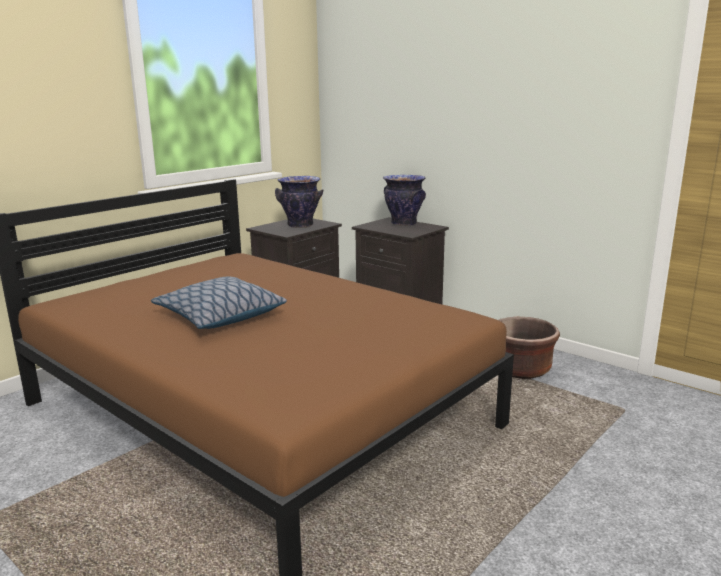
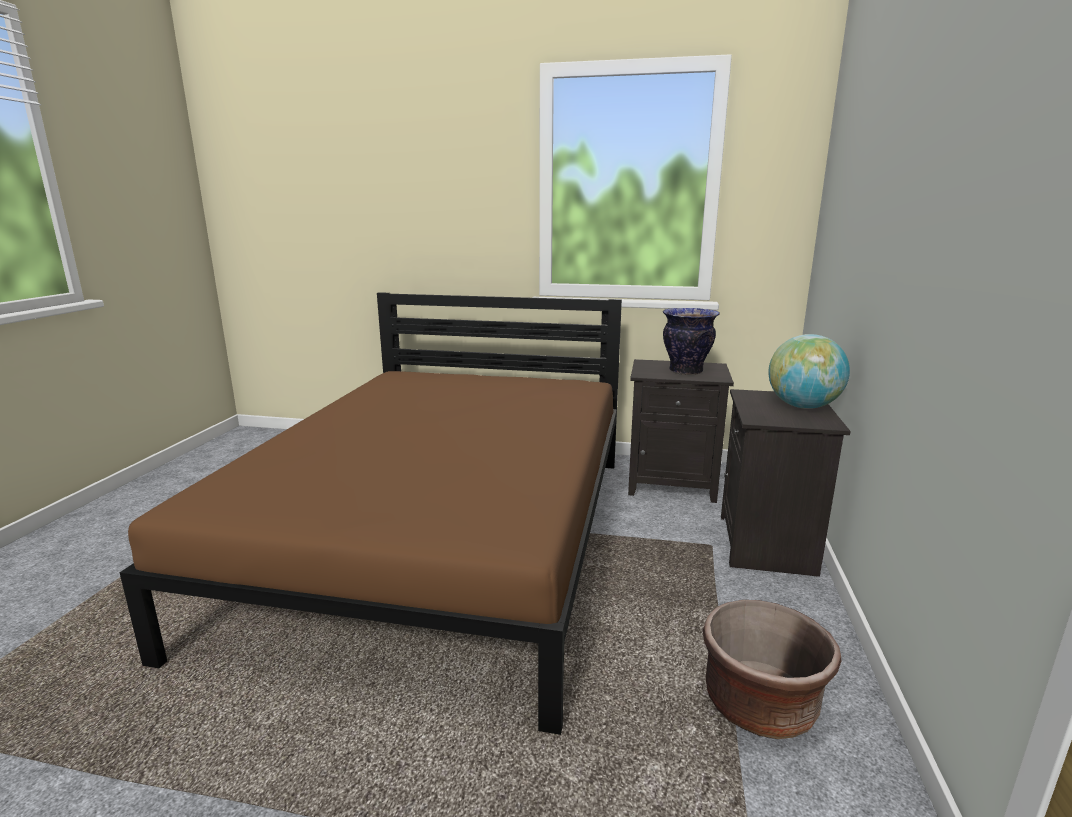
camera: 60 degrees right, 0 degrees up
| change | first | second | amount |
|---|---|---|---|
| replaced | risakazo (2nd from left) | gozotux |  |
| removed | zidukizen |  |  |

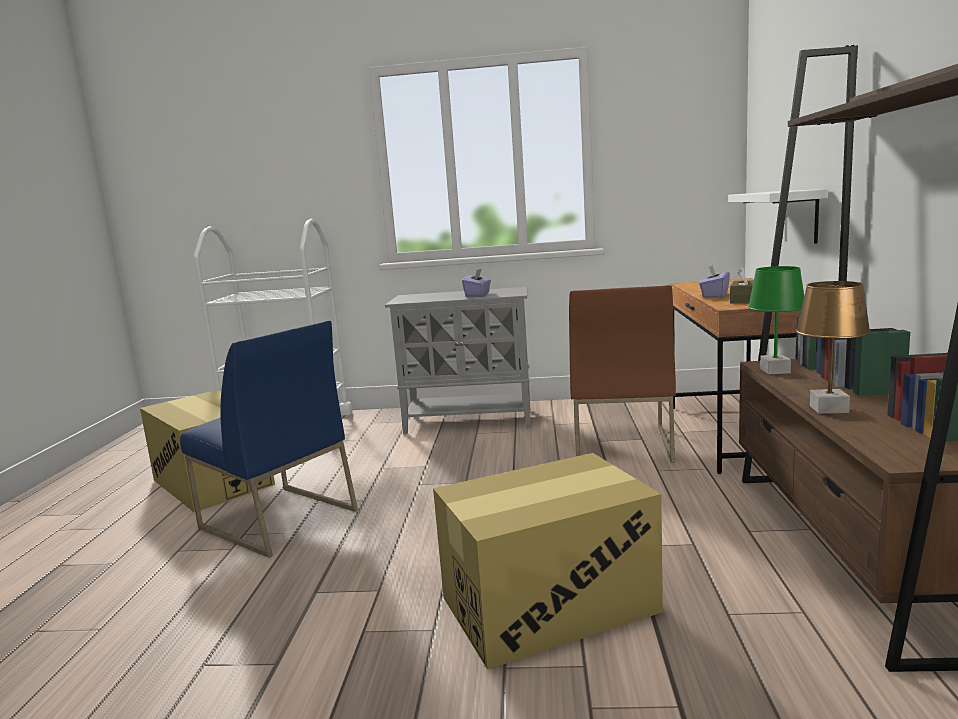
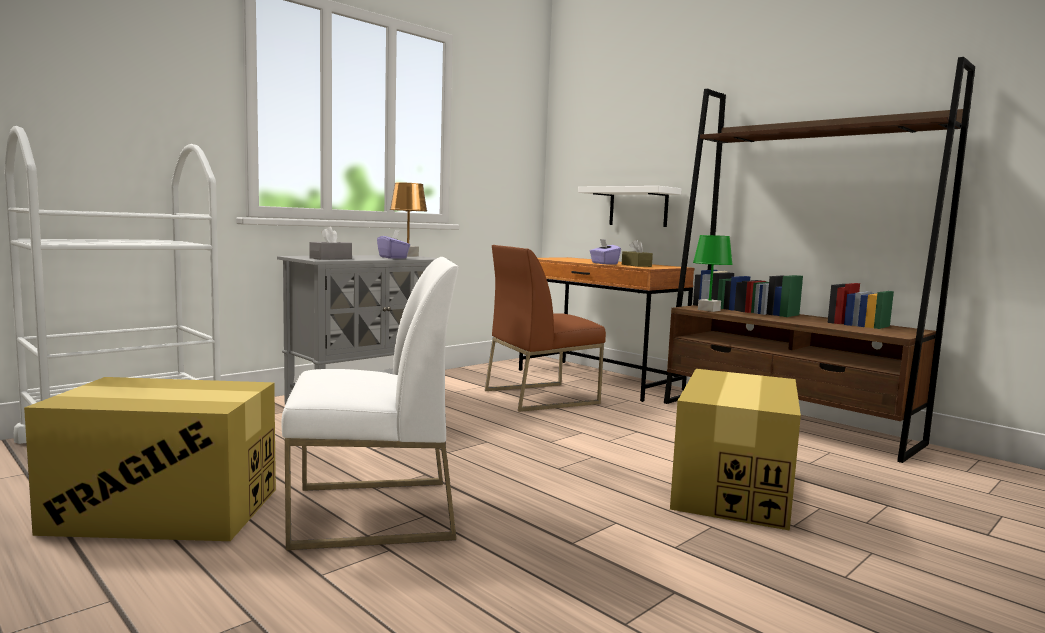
camera: 50 degrees left, 5 degrees down
| change | first | second | amount |
|---|---|---|---|
| moved | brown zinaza |  |  |
| turned | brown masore |  | 105 degrees clockwise |
| recoloured | blue masore | white masore |  |
| added |  | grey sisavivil |  |

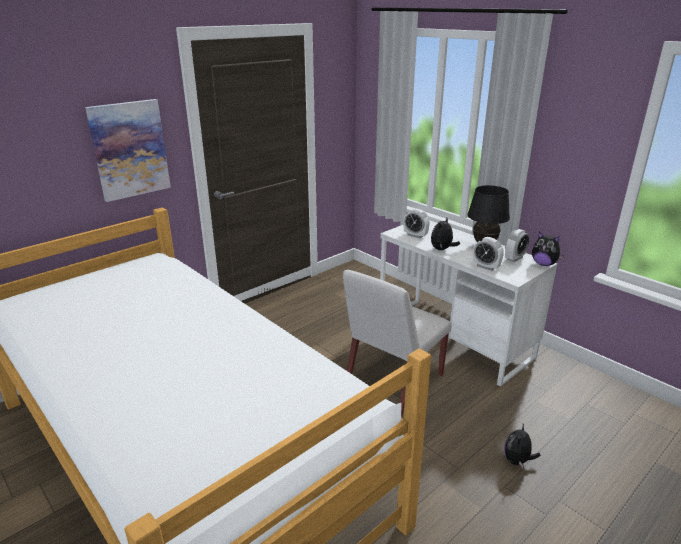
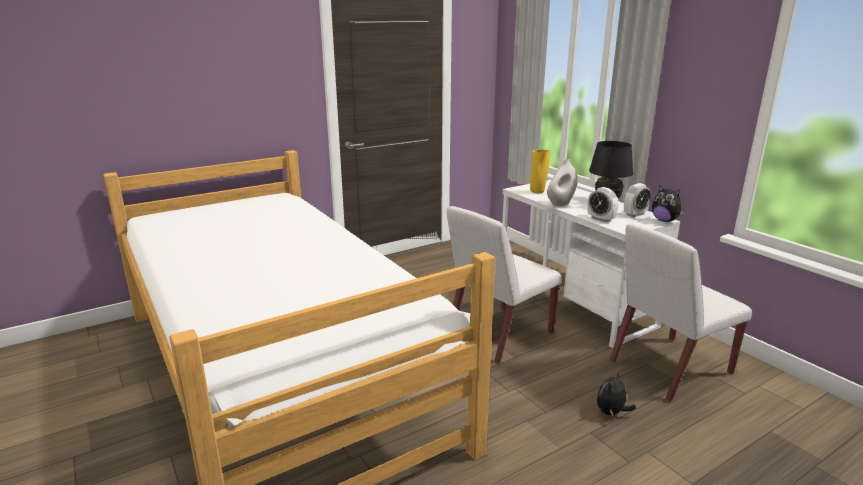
camera: 10 degrees right, 5 degrees down
| change | first | second | amount |
|---|---|---|---|
| removed | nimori |  |  |
| replaced | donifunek (1st from left) | yellow risakazo |  |
| replaced | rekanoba (1st from left) | white risakazo |  |
| added |  | white masore (2nd from left) |  |

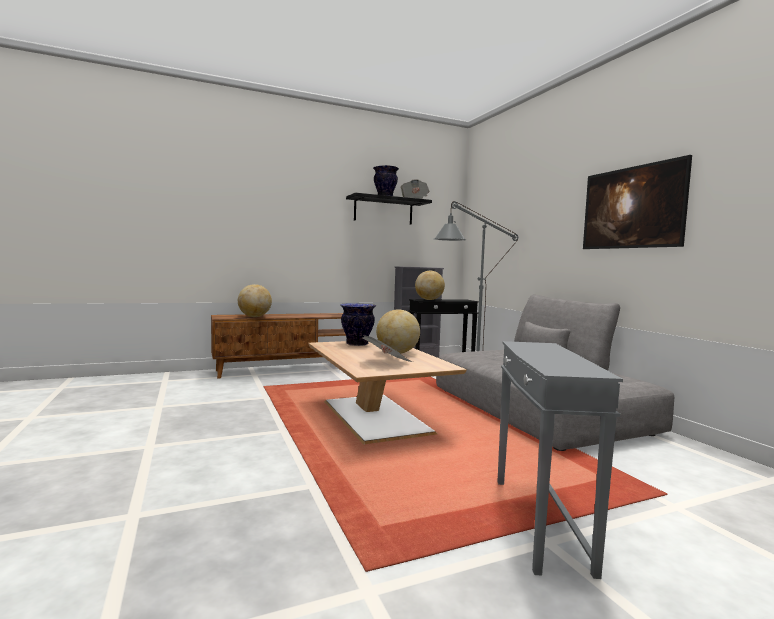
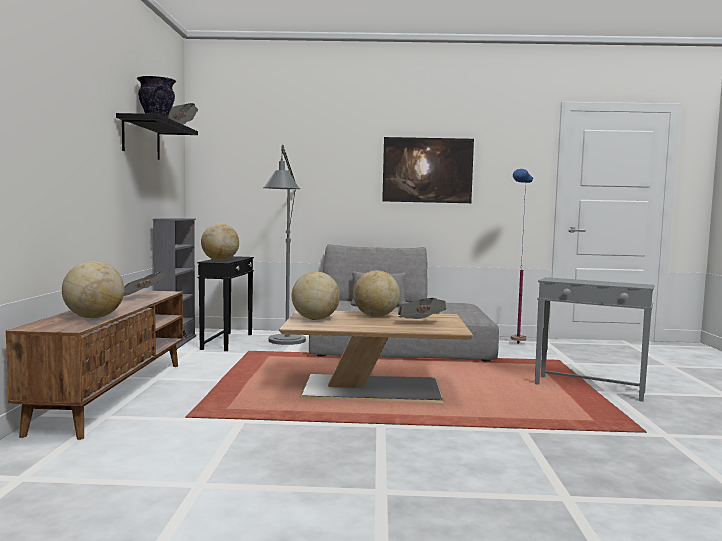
camera: 65 degrees left, 0 degrees up
| change | first | second | amount |
|---|---|---|---|
| replaced | risakazo (1st from left) | gozotux (3rd from left) |  |
| added |  | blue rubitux |  |
| added |  | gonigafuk (1st from left) |  |

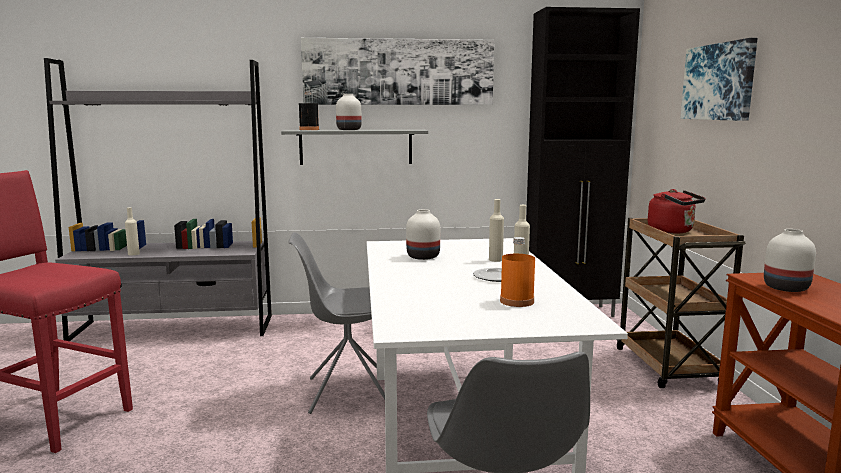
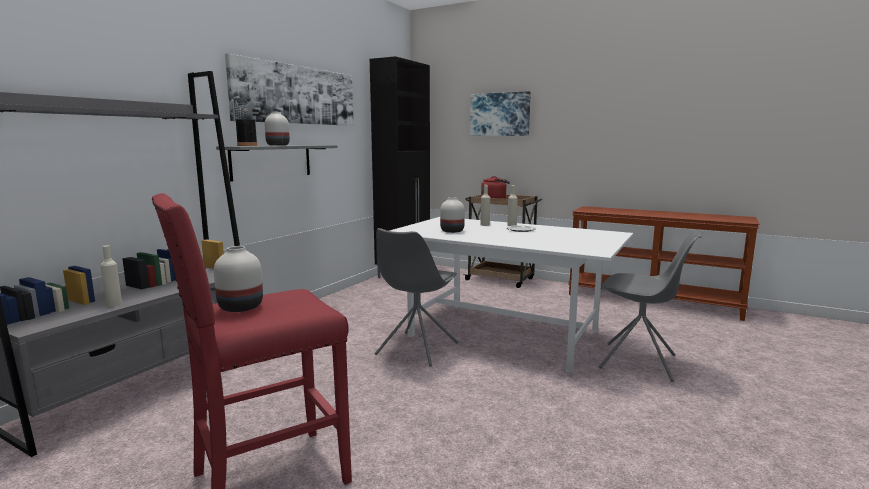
camera: 55 degrees left, 0 degrees up
| change | first | second | amount |
|---|---|---|---|
| moved | white risakazo (3rd from left in the first image) | white risakazo (1st from left) |  |
| removed | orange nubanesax |  |  |

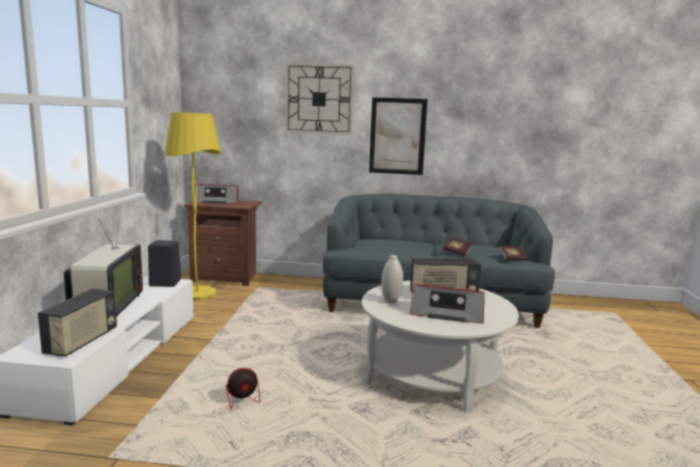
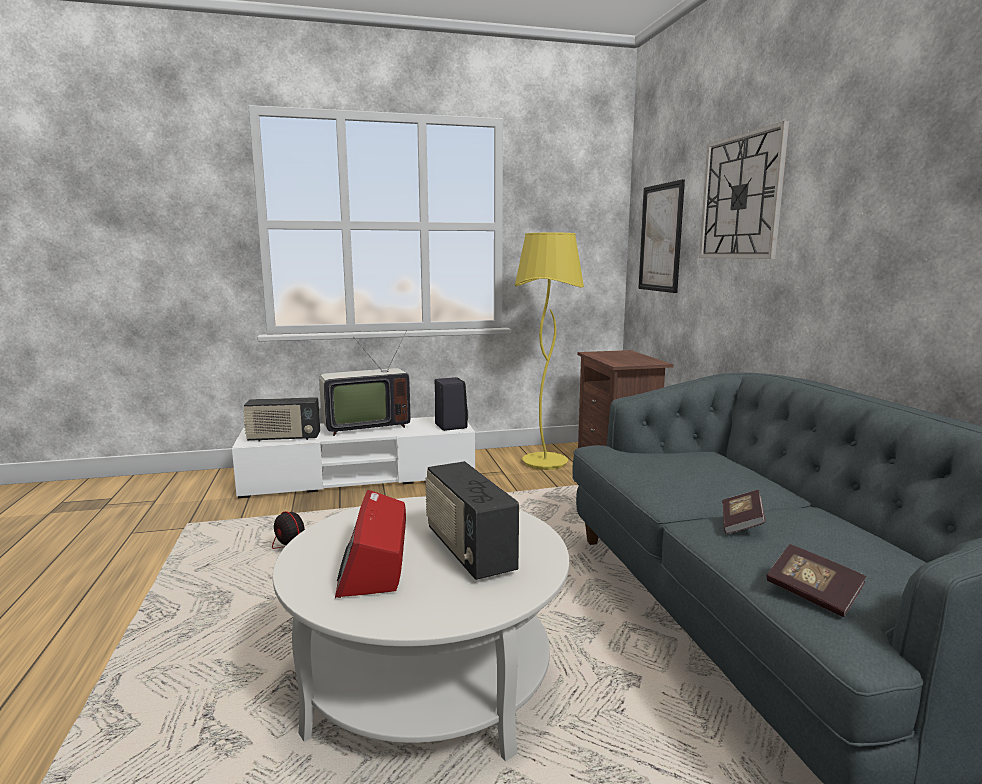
camera: 70 degrees right, 0 degrees up
| change | first | second | amount |
|---|---|---|---|
| moved | nimori |  |  |
| removed | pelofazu (2nd from left) |  |  |
| removed | white risakazo |  |  |

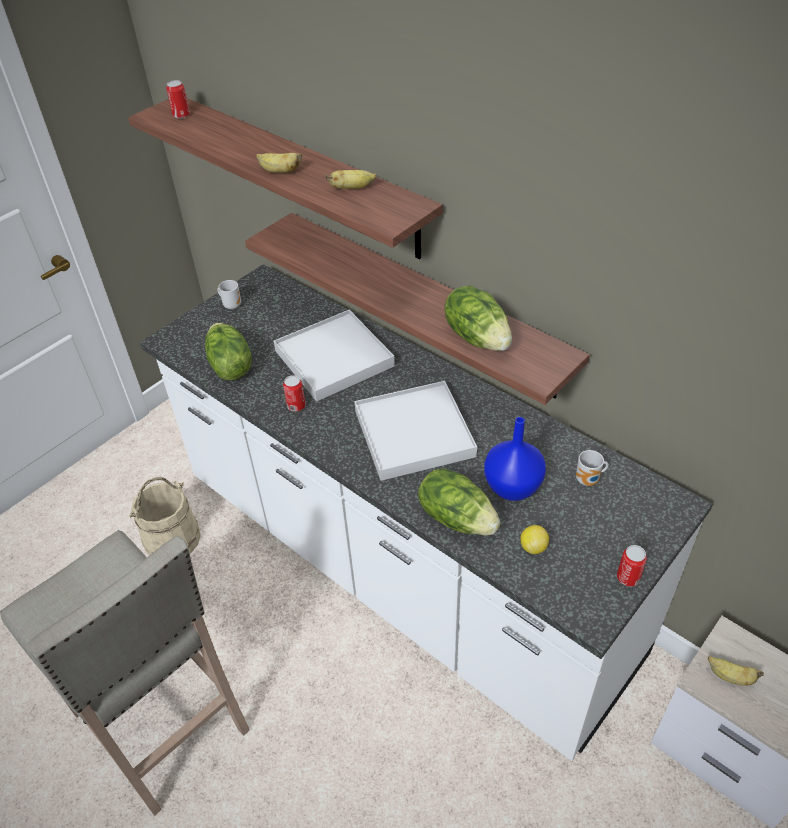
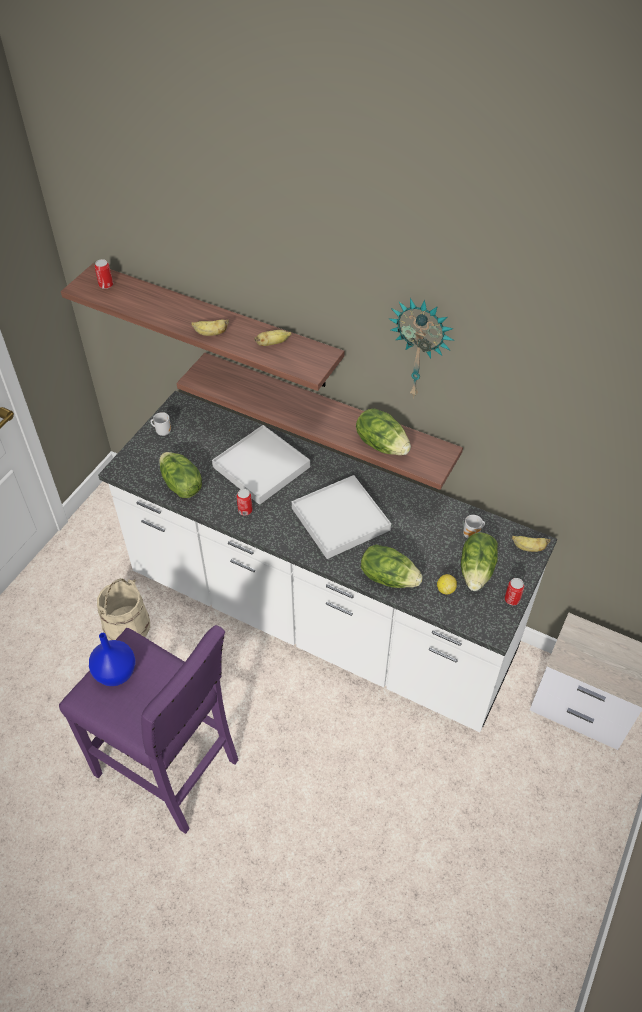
camera: 15 degrees left, 5 degrees up
| change | first | second | amount |
|---|---|---|---|
| moved | blue risakazo |  |  |
| recoloured | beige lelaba | purple lelaba |  |
| moved | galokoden (3rd from left) |  |  |
| added |  | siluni |  |
| added |  | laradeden (4th from left) |  |

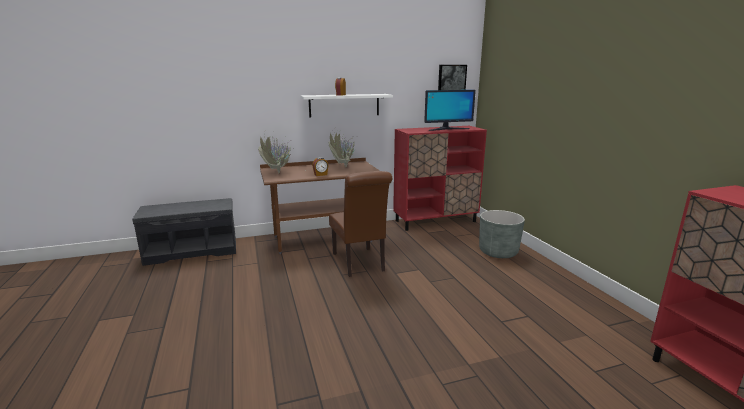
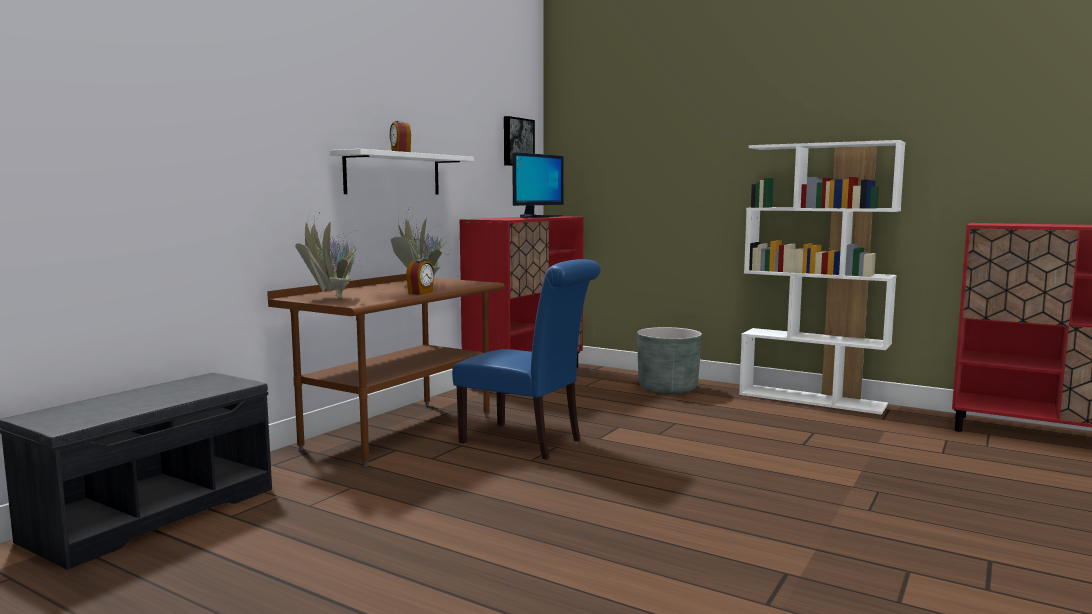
camera: 40 degrees left, 10 degrees down
| change | first | second | amount |
|---|---|---|---|
| recoloured | brown masore | blue masore |  |
| added |  | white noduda |  |

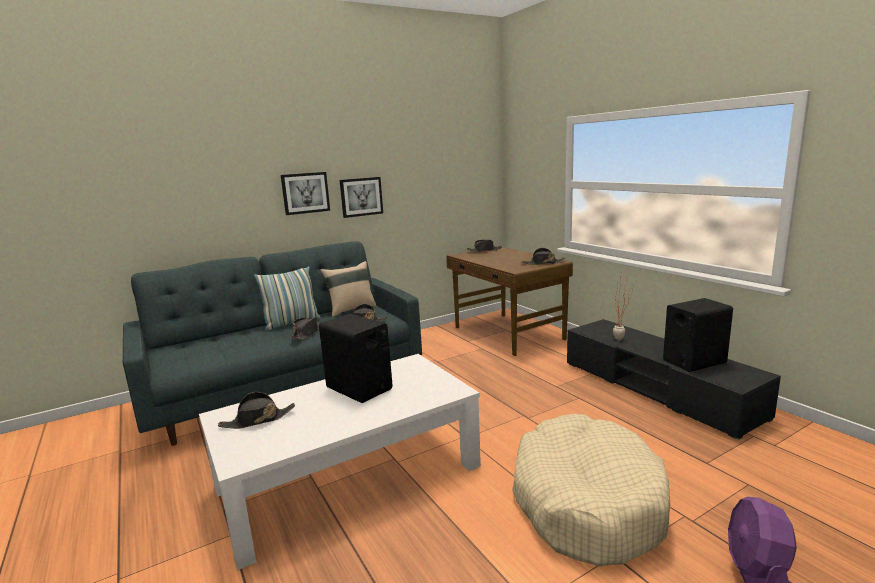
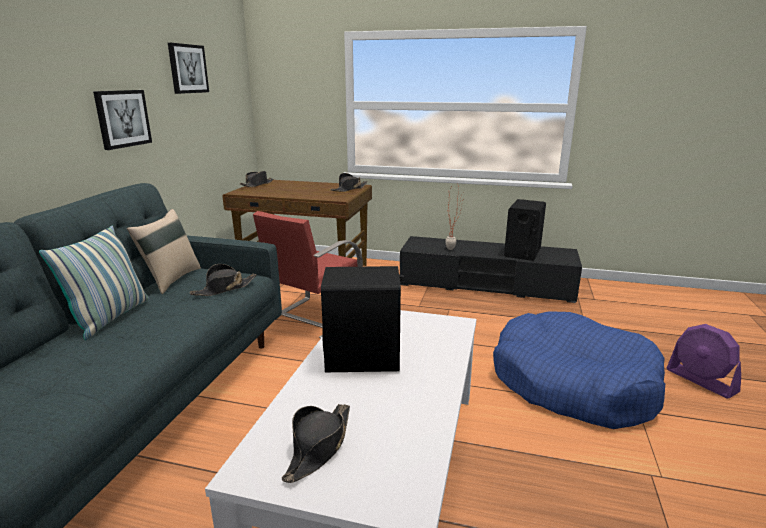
camera: 45 degrees left, 5 degrees up
| change | first | second | amount |
|---|---|---|---|
| moved | nimori (1st from left in the first image) | nimori (2nd from left) |  |
| removed | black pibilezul (2nd from left) |  |  |
| recoloured | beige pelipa | blue pelipa |  |
| added |  | red masore |  |

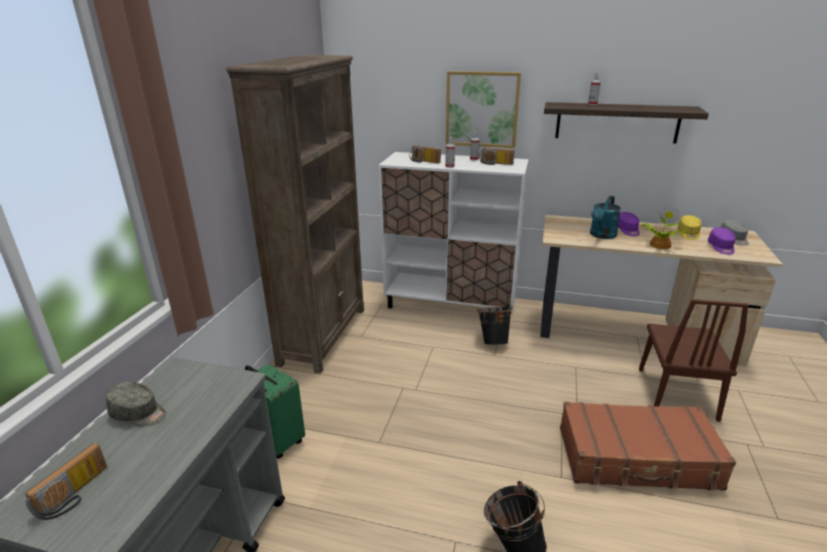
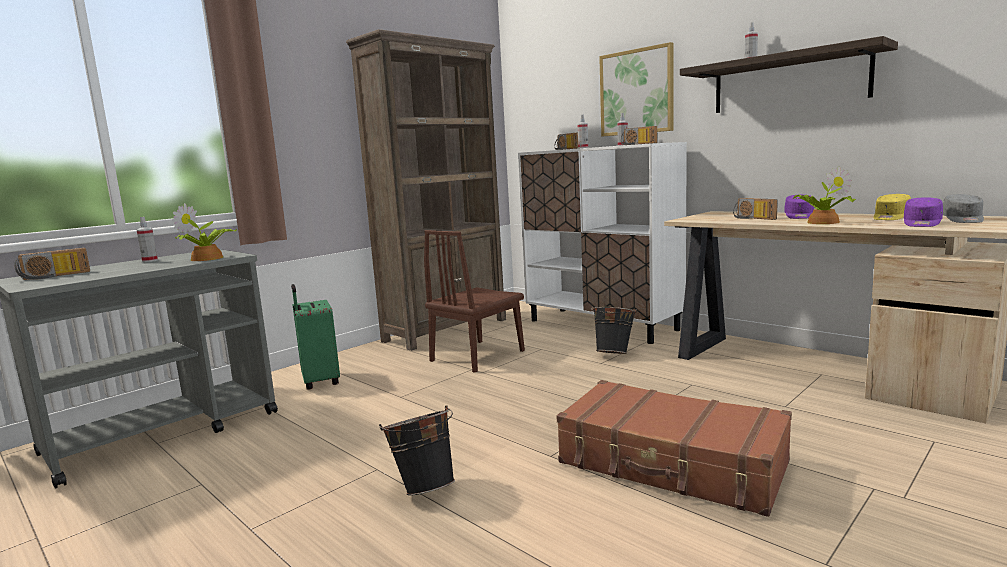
camera: 30 degrees right, 15 degrees down
| change | first | second | amount |
|---|---|---|---|
| replaced | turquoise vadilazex | pelofazu (4th from left) |  |
| moved | brown masore |  |  |
| replaced | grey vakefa (1st from left) | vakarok (1st from left) |  |
| added |  | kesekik (1st from left) |  |

